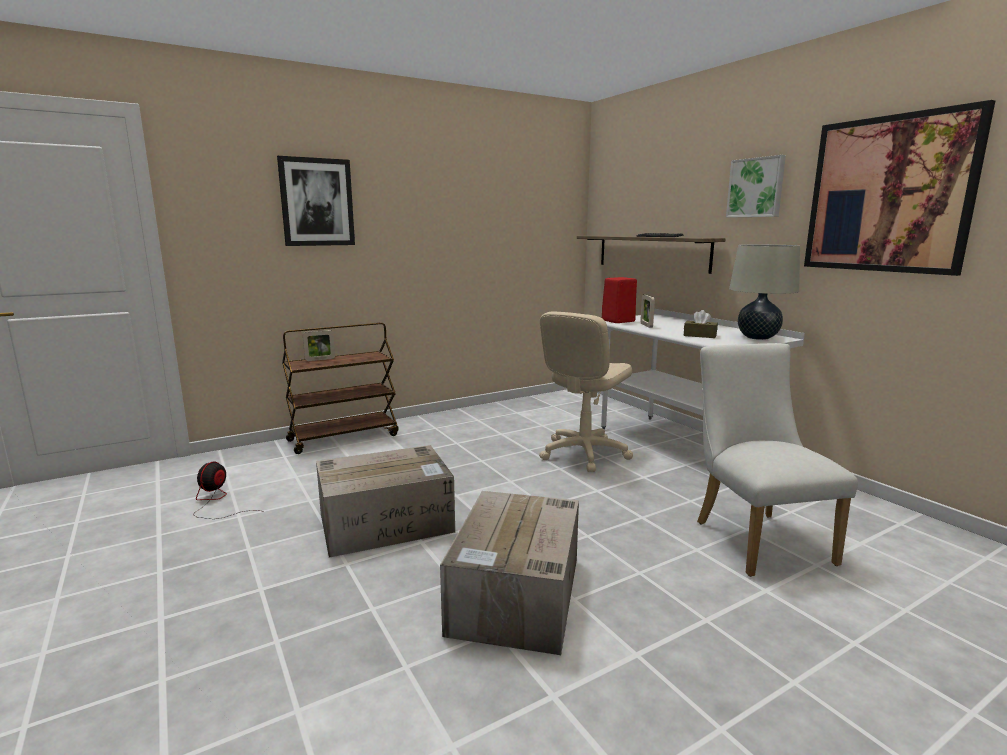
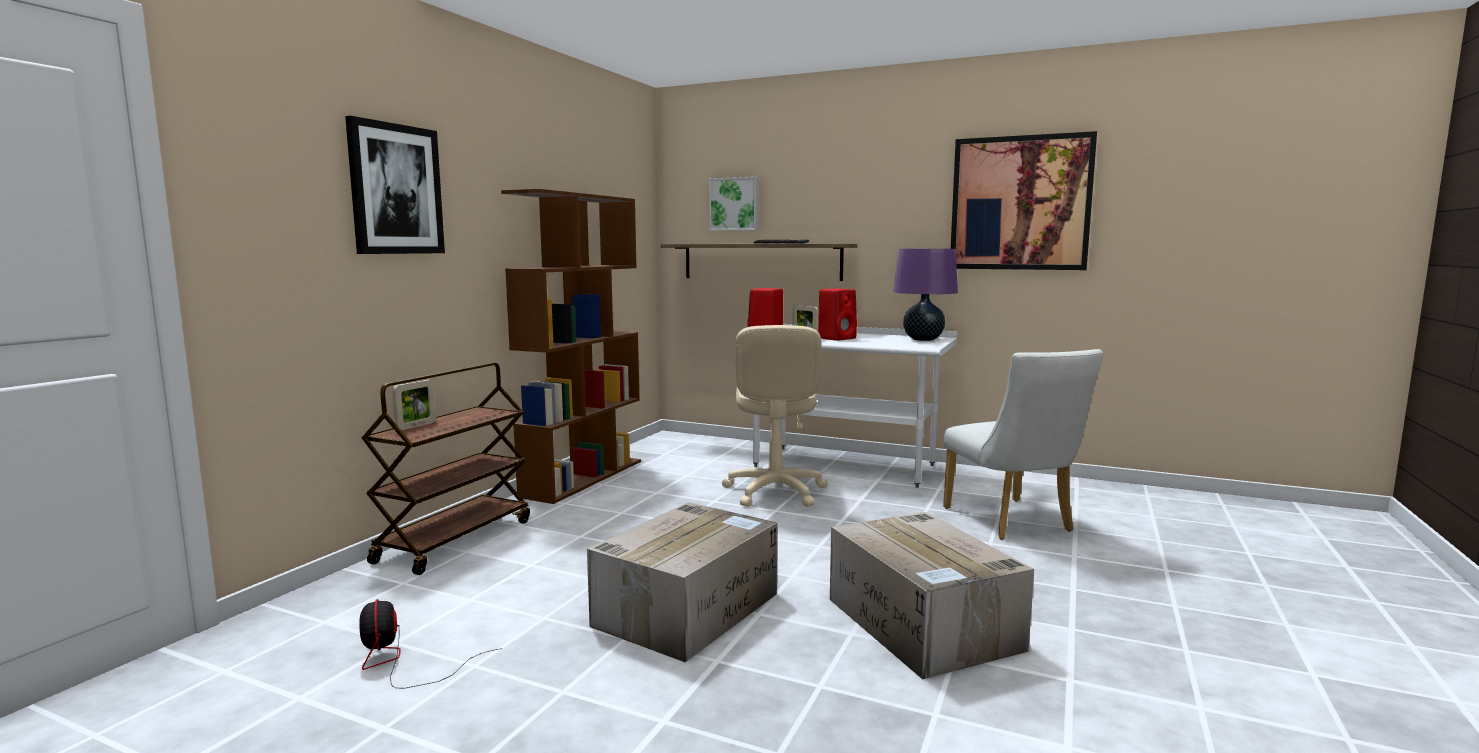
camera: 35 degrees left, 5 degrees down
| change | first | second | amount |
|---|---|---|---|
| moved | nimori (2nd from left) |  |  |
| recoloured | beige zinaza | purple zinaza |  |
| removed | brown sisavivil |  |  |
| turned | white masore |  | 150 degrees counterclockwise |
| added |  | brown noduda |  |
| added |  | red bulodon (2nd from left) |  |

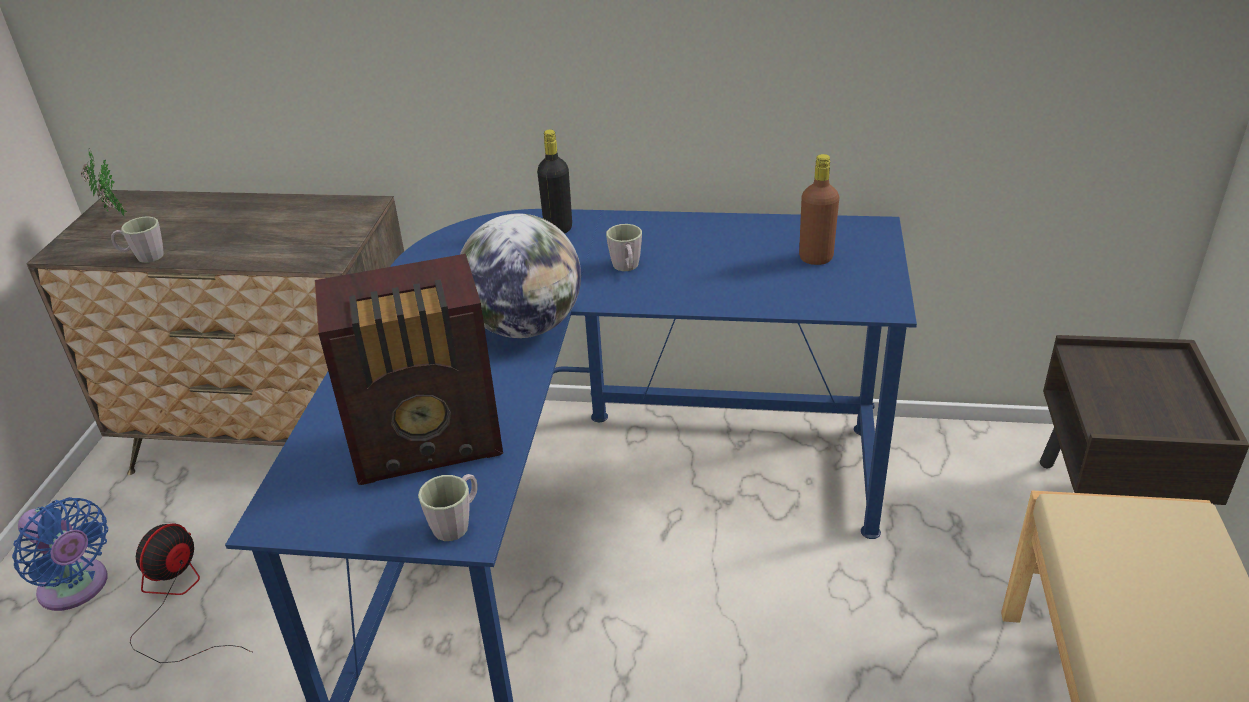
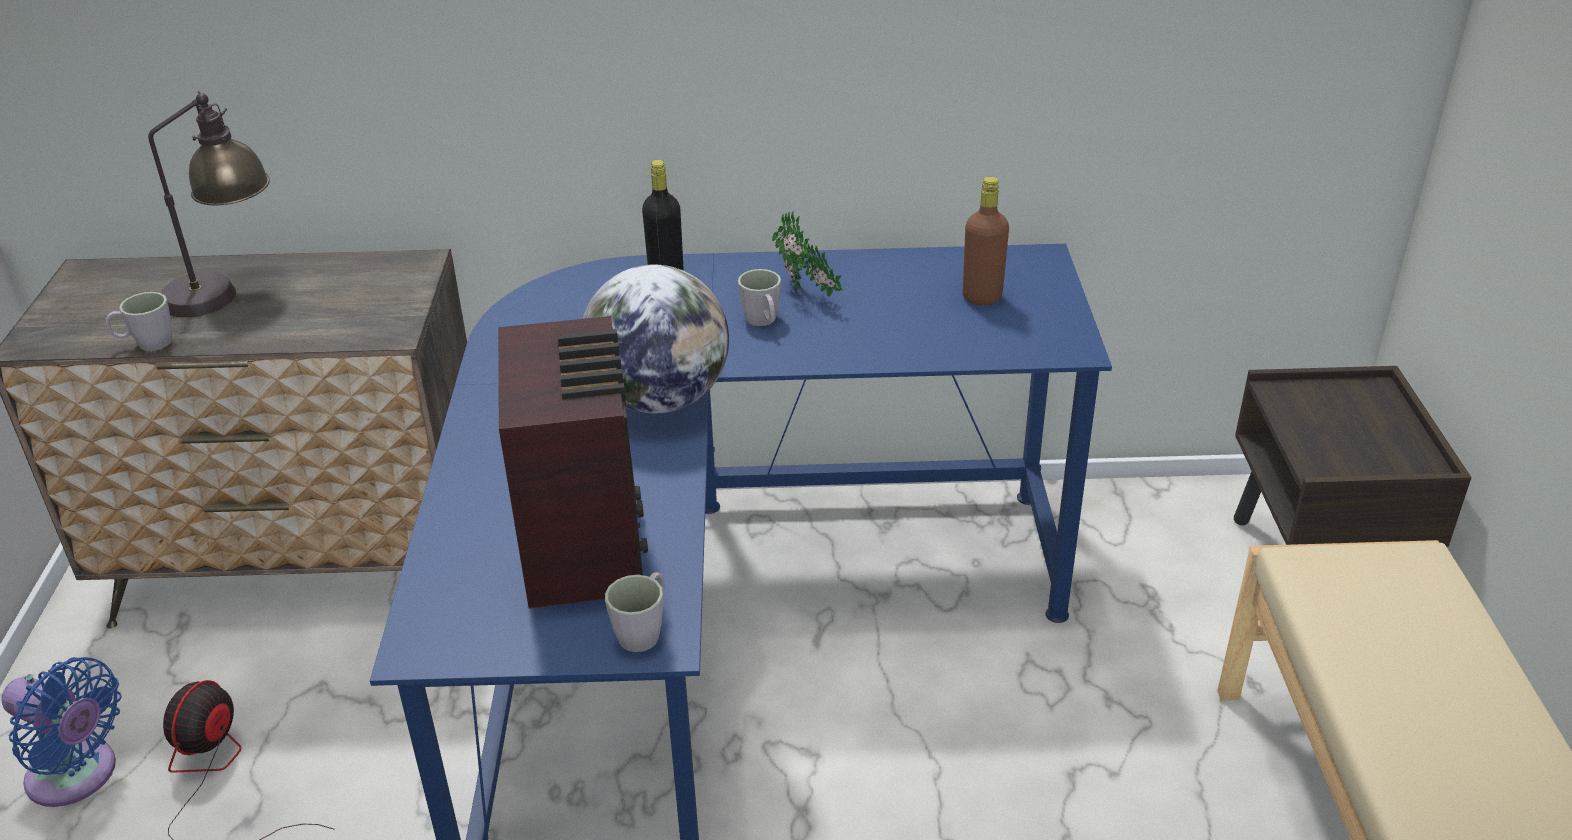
camera: 10 degrees left, 0 degrees up
| change | first | second | amount |
|---|---|---|---|
| moved | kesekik |  |  |
| turned | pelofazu |  | 75 degrees counterclockwise |
| added |  | zinaza |  |

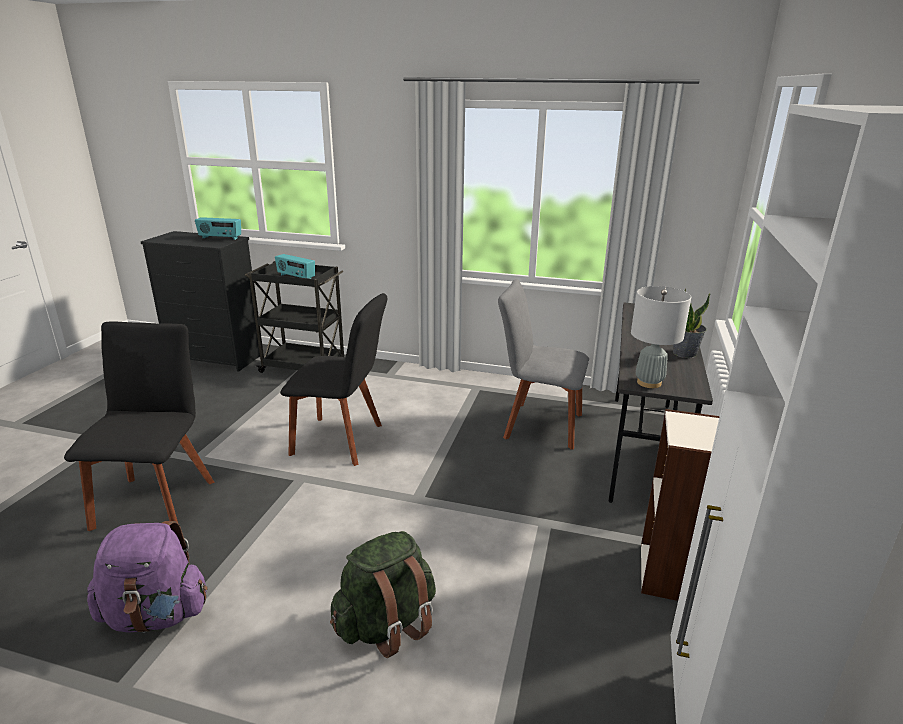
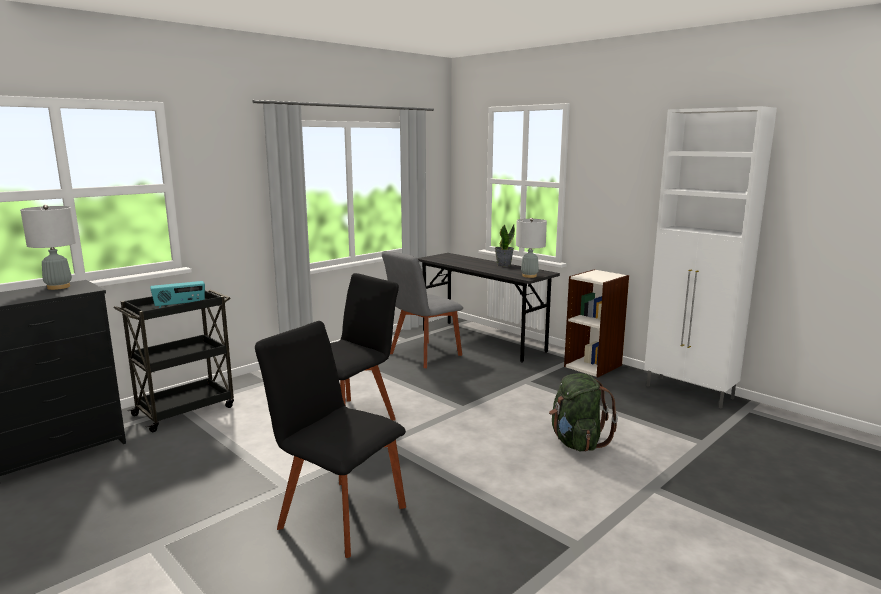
camera: 60 degrees left, 10 degrees down
| change | first | second | amount |
|---|---|---|---|
| replaced | pelofazu (1st from left) | grey zinaza (1st from left) |  |
| removed | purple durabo |  |  |

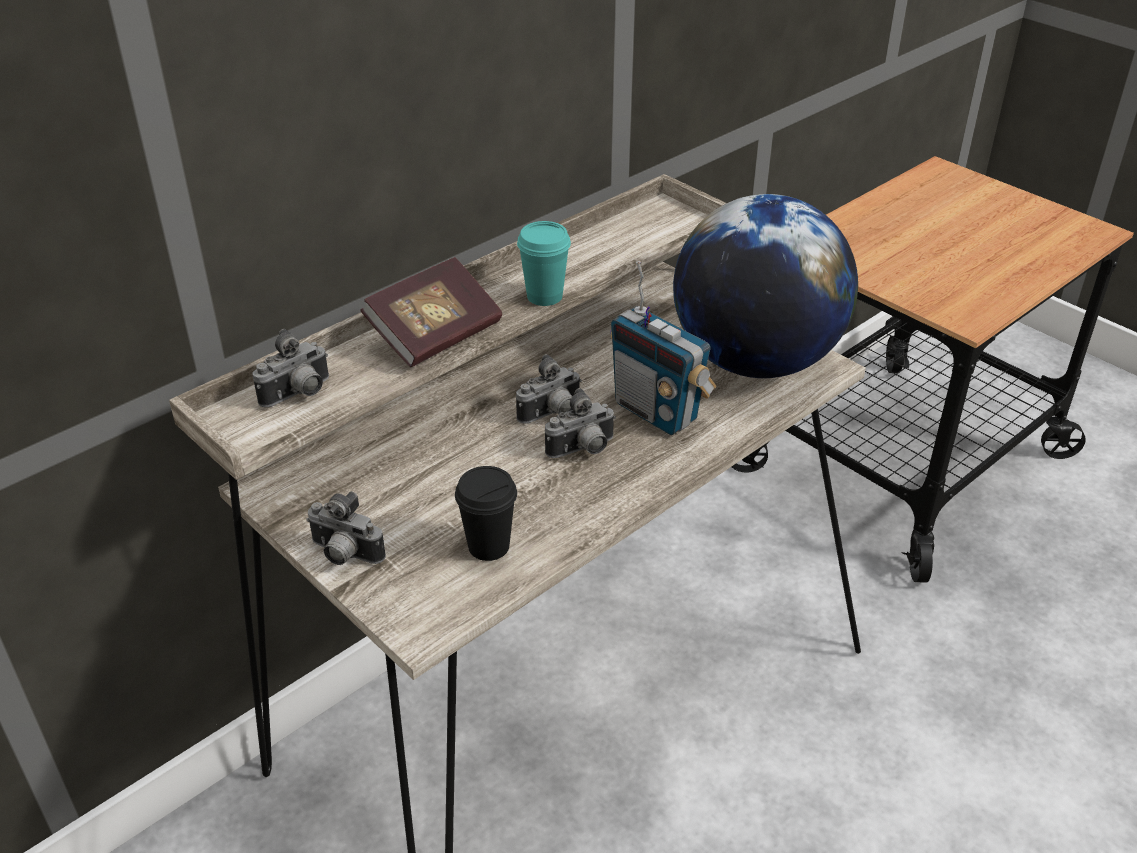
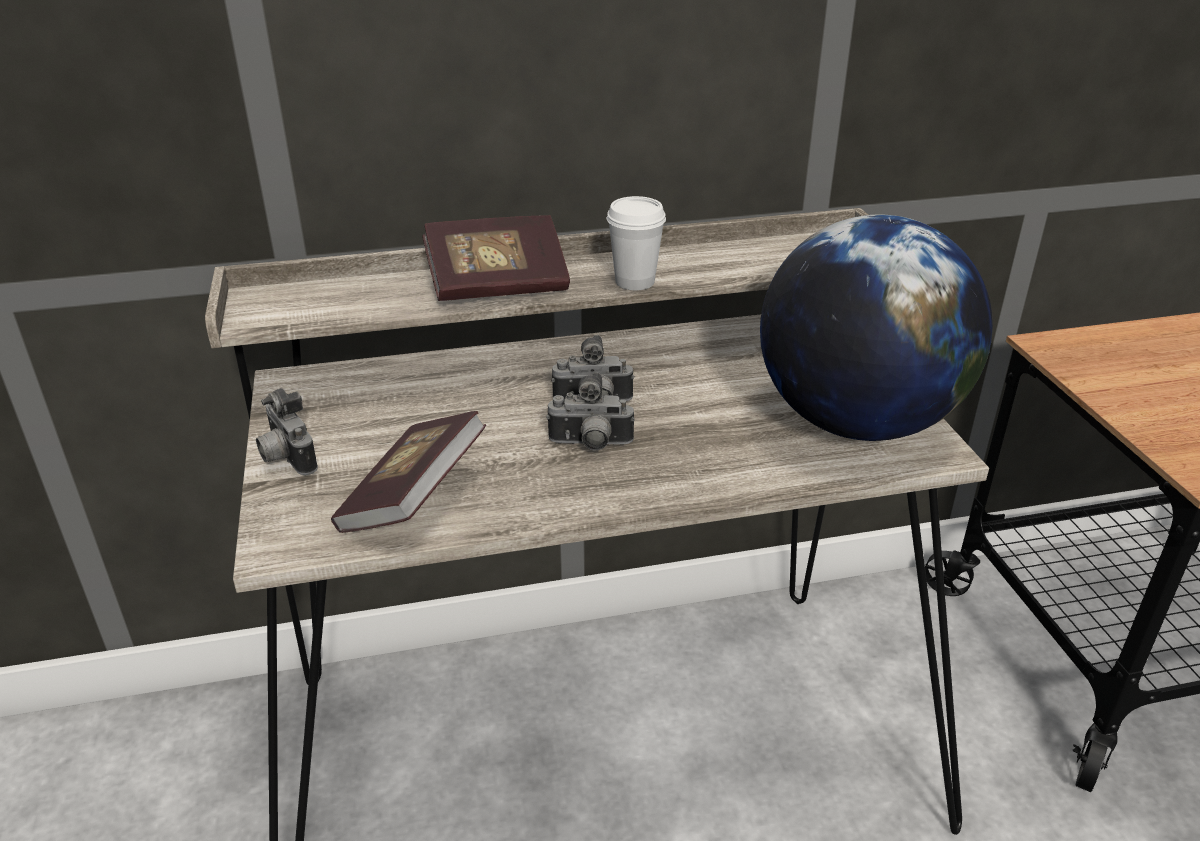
camera: 30 degrees right, 5 degrees down
| change | first | second | amount |
|---|---|---|---|
| recoloured | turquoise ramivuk | white ramivuk |  |
| removed | pelofazu |  |  |
| removed | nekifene (1st from left) |  |  |
| replaced | black ramivuk | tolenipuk (1st from left) |  |

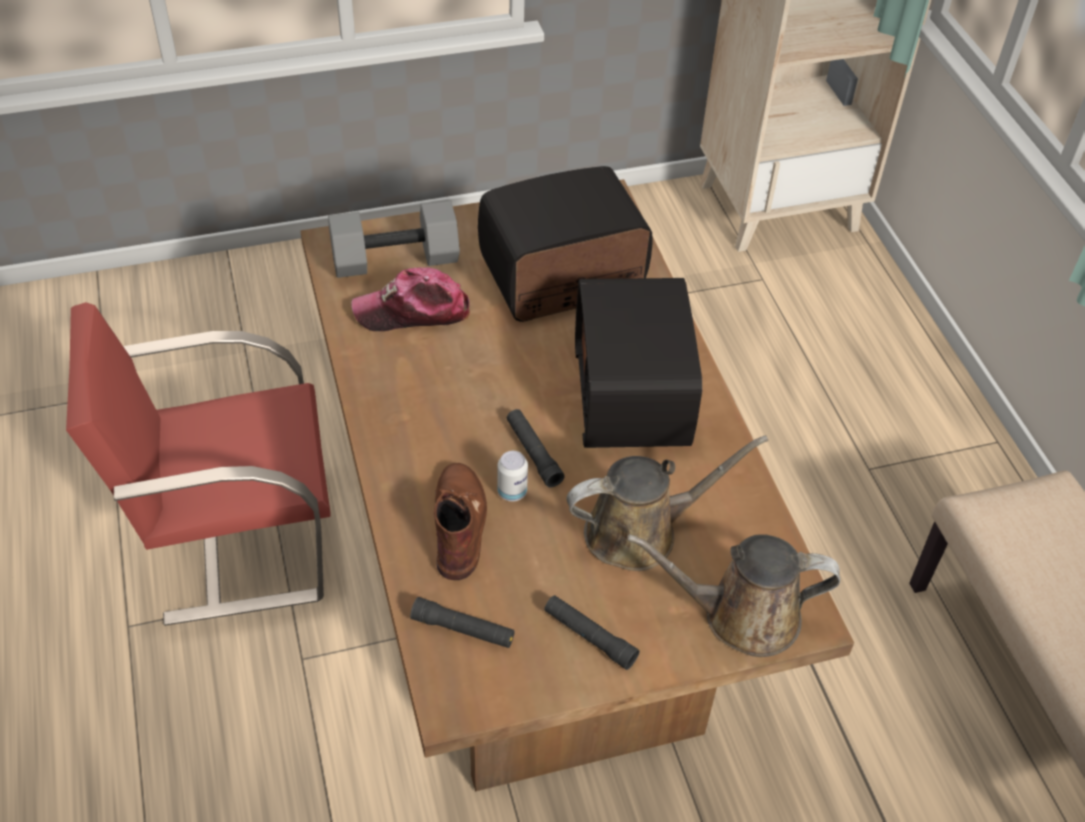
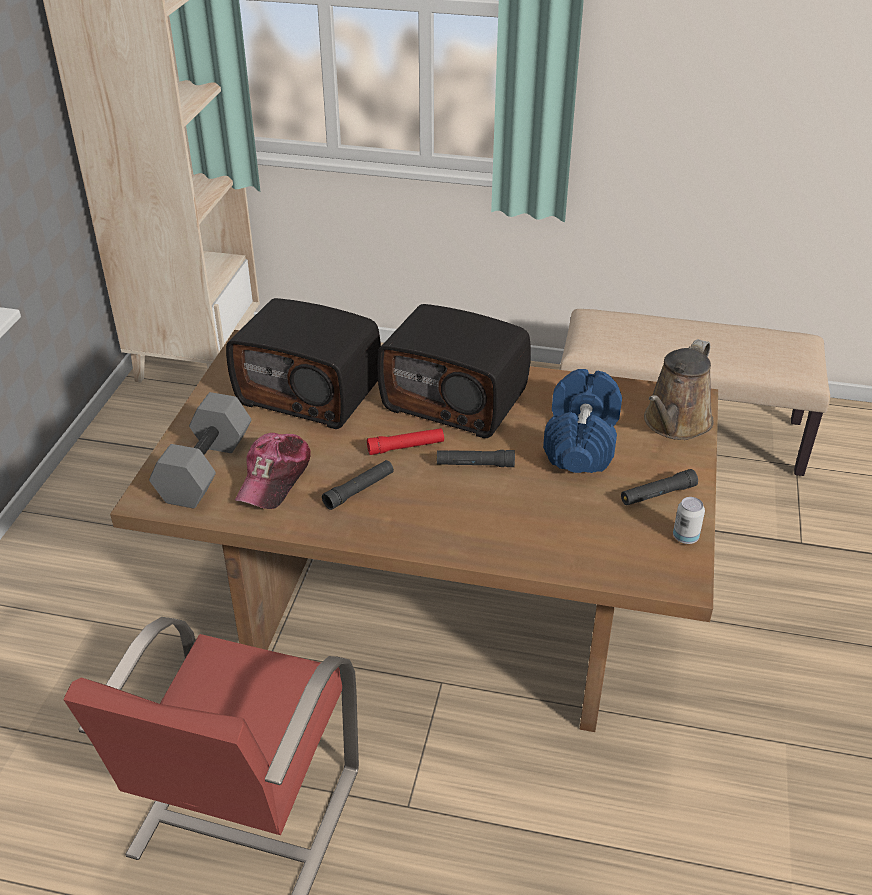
camera: 60 degrees left, 10 degrees down
| change | first | second | amount |
|---|---|---|---|
| turned | pelofazu (1st from left) |  | 75 degrees counterclockwise |
| replaced | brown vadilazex (1st from left) | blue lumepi |  |
| moved | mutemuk |  |  |
| removed | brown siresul |  |  |
| moved | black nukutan (1st from left) |  |  |
| added |  | red nukutan |  |

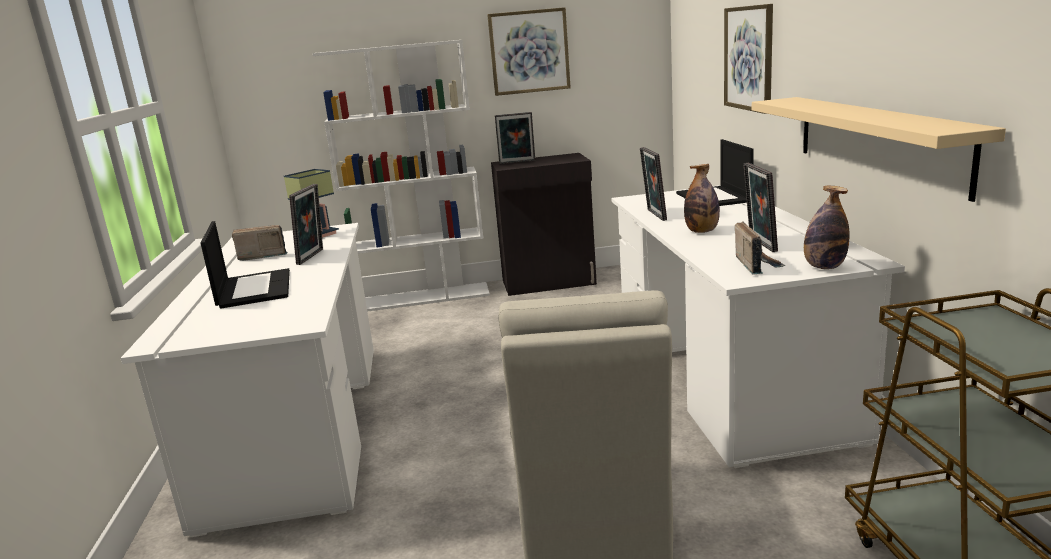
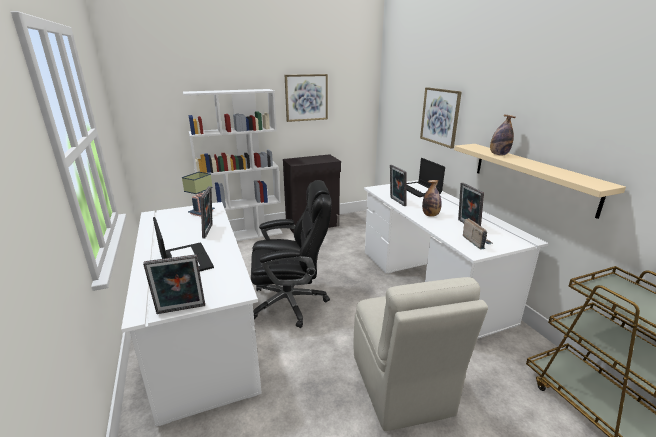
camera: 15 degrees left, 5 degrees up
| change | first | second | amount |
|---|---|---|---|
| moved | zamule (2nd from left in the first image) | zamule (1st from left) |  |
| moved | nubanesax (2nd from left) |  |  |
| removed | pelofazu (1st from left) |  |  |
| added |  | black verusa |  |

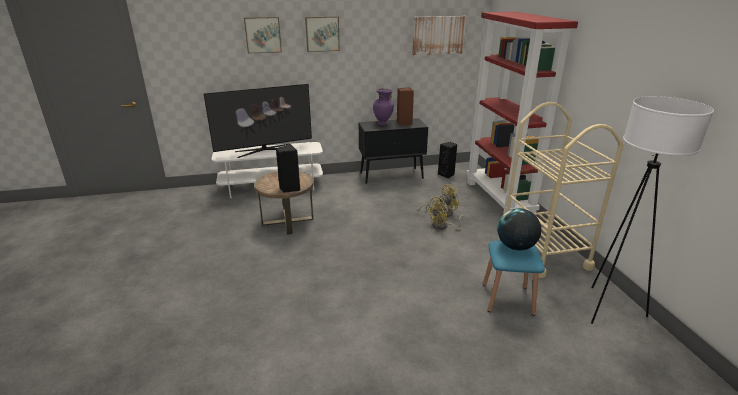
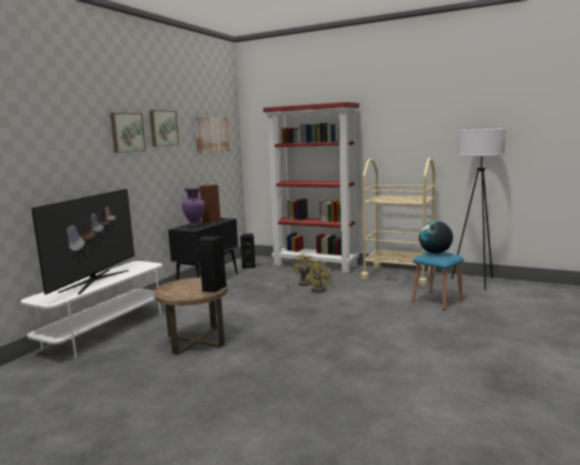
camera: 50 degrees left, 15 degrees down
| change | first | second | amount |
|---|---|---|---|
| moved | nimori (1st from left in the first image) | nimori (2nd from left) |  |

